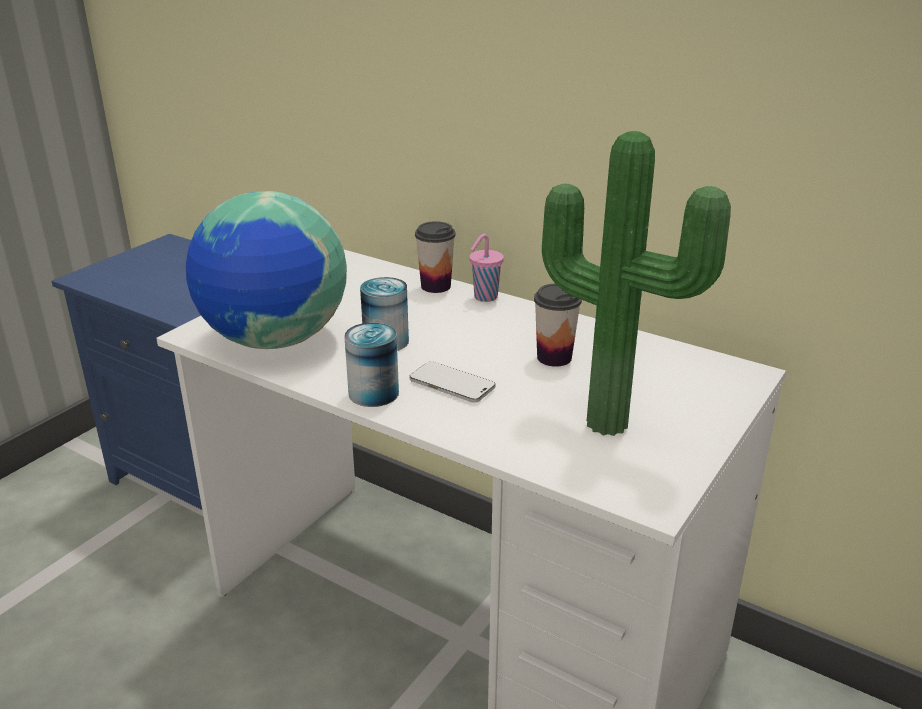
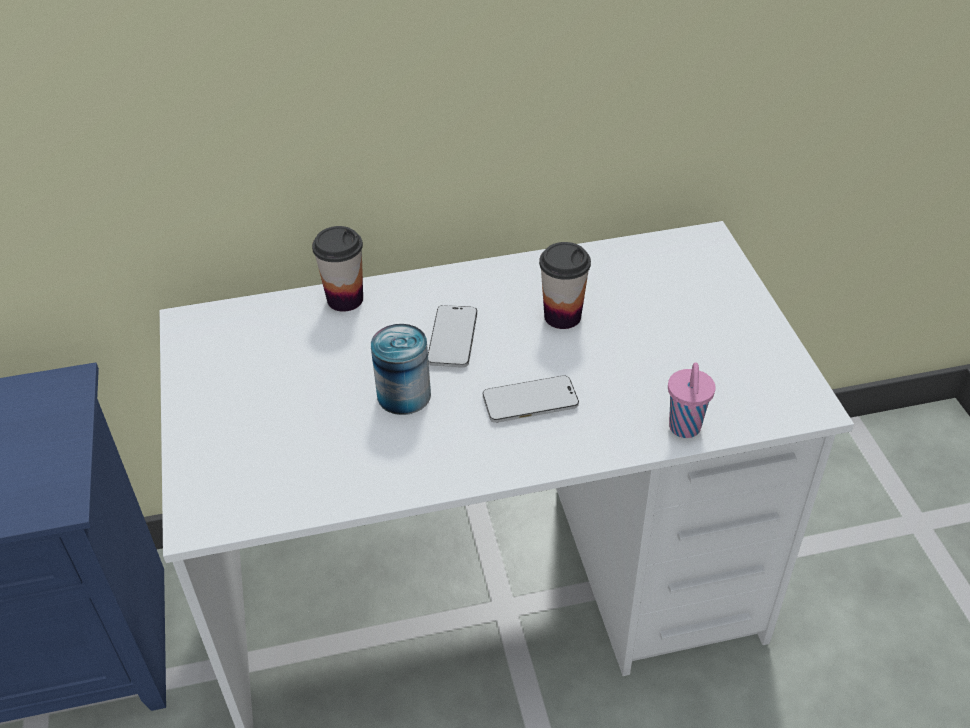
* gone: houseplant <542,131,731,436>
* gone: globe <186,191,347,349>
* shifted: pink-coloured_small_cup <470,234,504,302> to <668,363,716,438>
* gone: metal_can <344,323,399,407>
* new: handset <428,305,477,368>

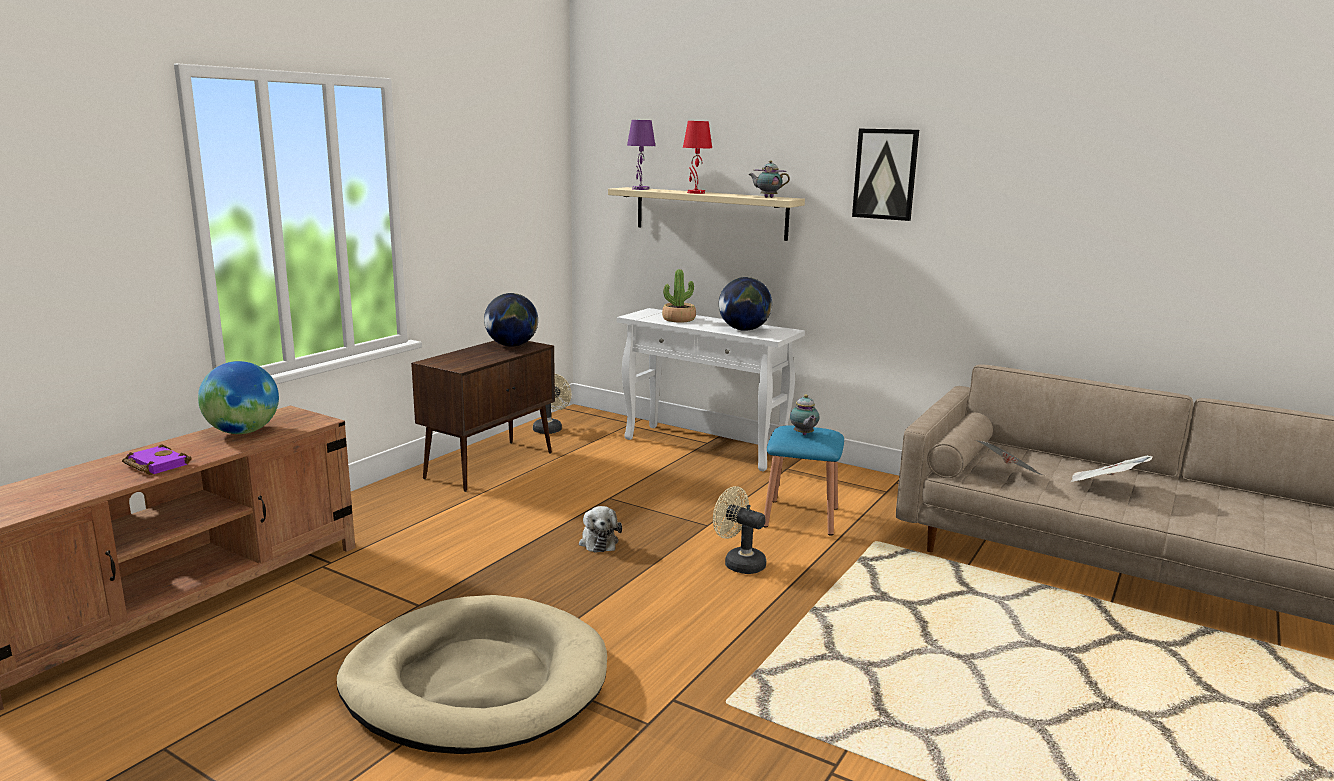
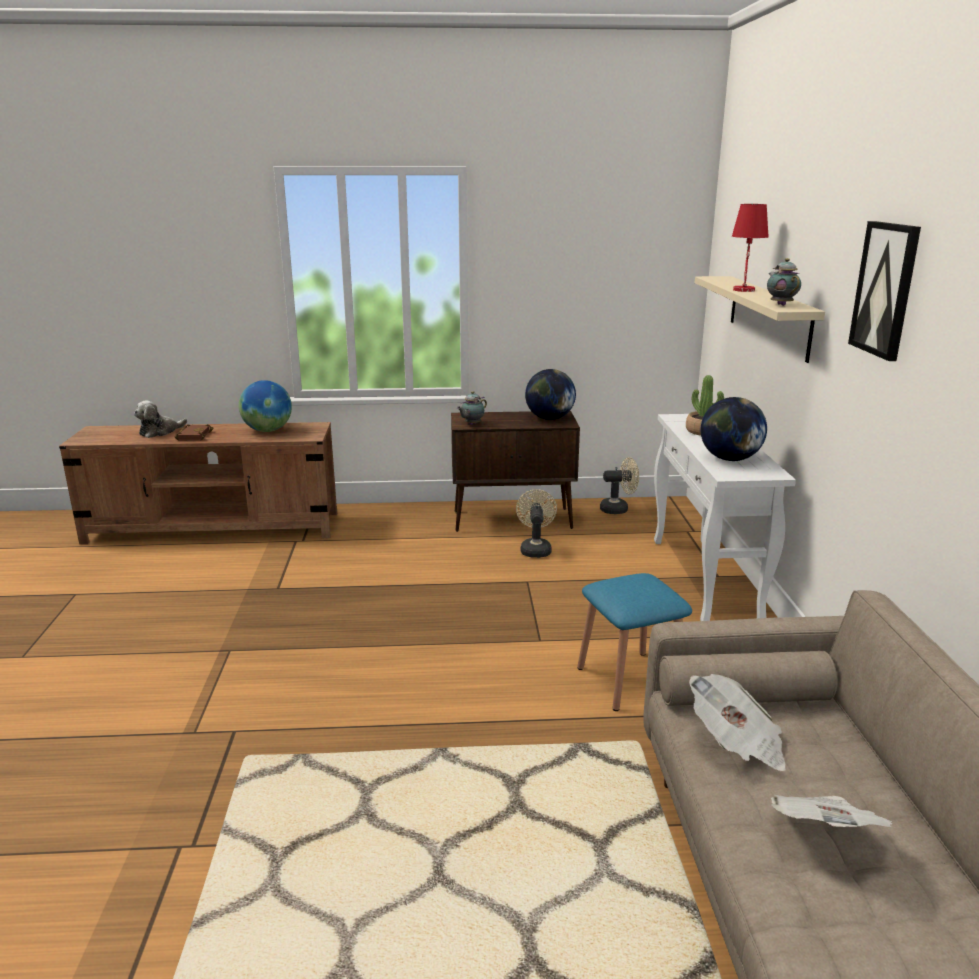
* gone: purplish_tabletop_lamp <627,120,655,190>
* shifted: teapot <790,394,819,435> to <457,391,487,425>
* repainted: purplish_volume <122,444,192,475> to brownish_volume <174,424,214,441>
* shifted: beige_cooling_fan <713,486,766,574> to <516,489,557,558>
* shifted: cuddly_toy <579,506,622,553> to <134,401,187,438>
* gone: beige_pet_bed <337,595,607,754>

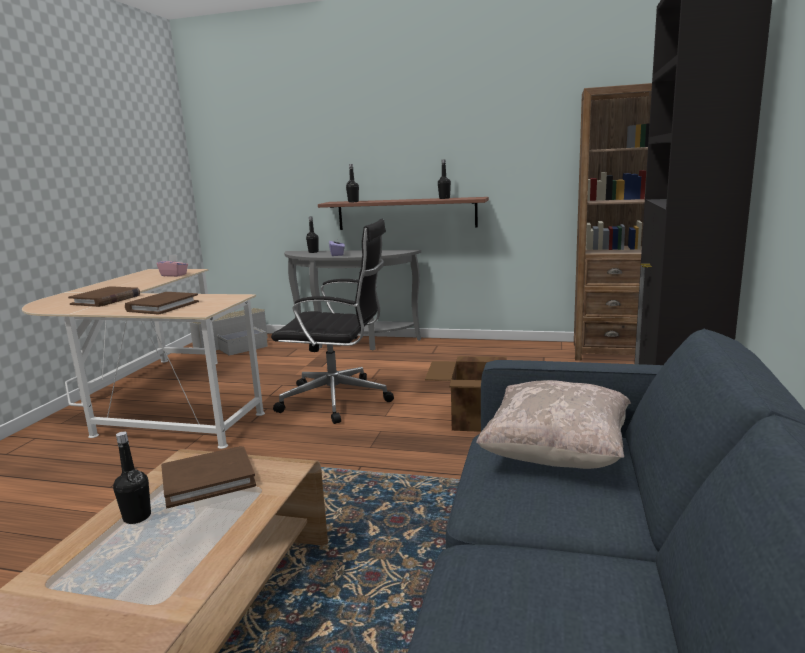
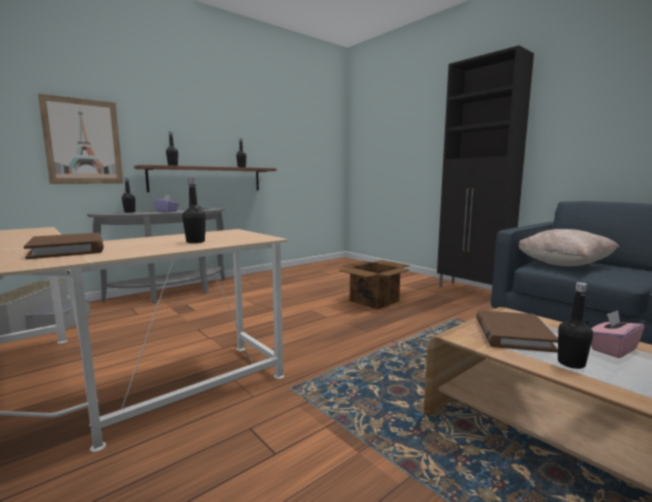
* gone: brownish_shelving_unit <574,83,652,361>
* gone: blackish_desk_chair <271,219,394,424>
* shifted: pink-coloured_tissue_box <157,255,188,277> to <591,310,644,358>
* swapped: brownish_volume <125,292,199,315> to blackish_beverage_bottle <182,178,206,243>
* new: wall_picture <38,94,123,184>

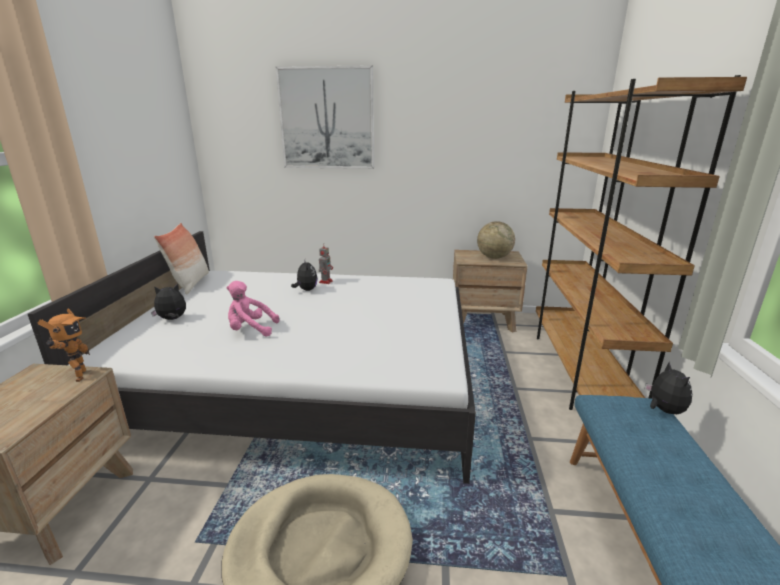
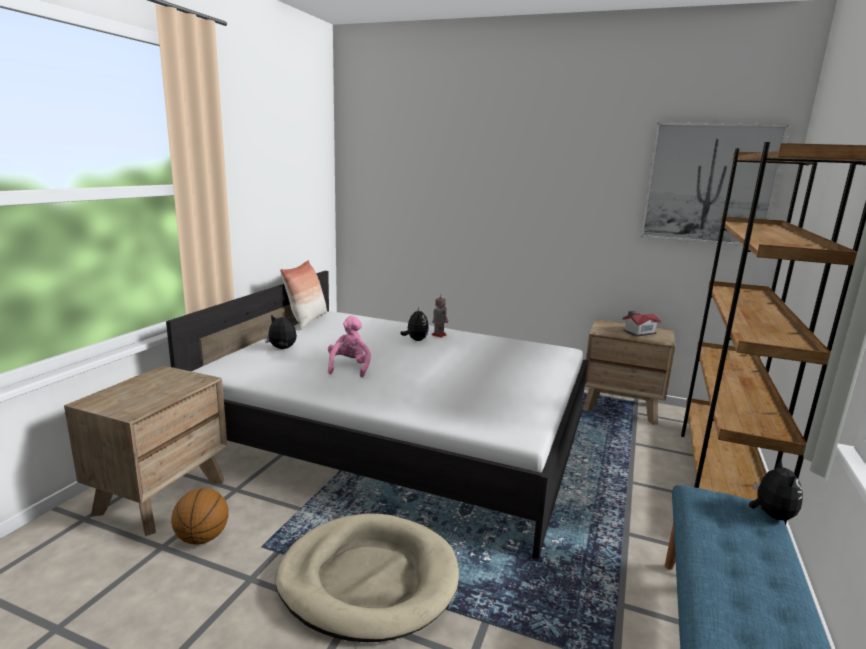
* shifted: wall_picture <276,65,374,169> to <641,122,790,246>
* swapped: globe <477,221,515,259> to toy_house <623,311,661,337>
* rotated: pink-coloured_cuddly_toy <227,281,279,337> = <328,316,371,377> 75 degrees clockwise
* gone: robot_figure <38,308,90,382>
* new: basketball <171,488,229,544>

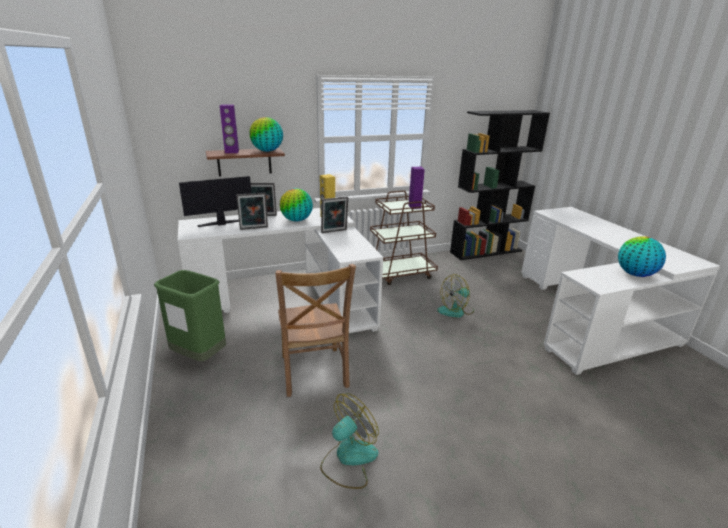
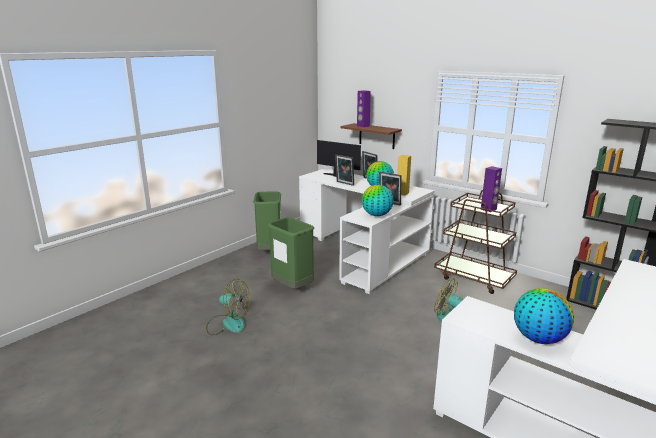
* shifted: globe <249,117,283,152> to <362,185,394,216>
* swapped: brownish_upright_chair <275,264,356,397> to green-coloured_rubbish_bin <268,217,314,289>

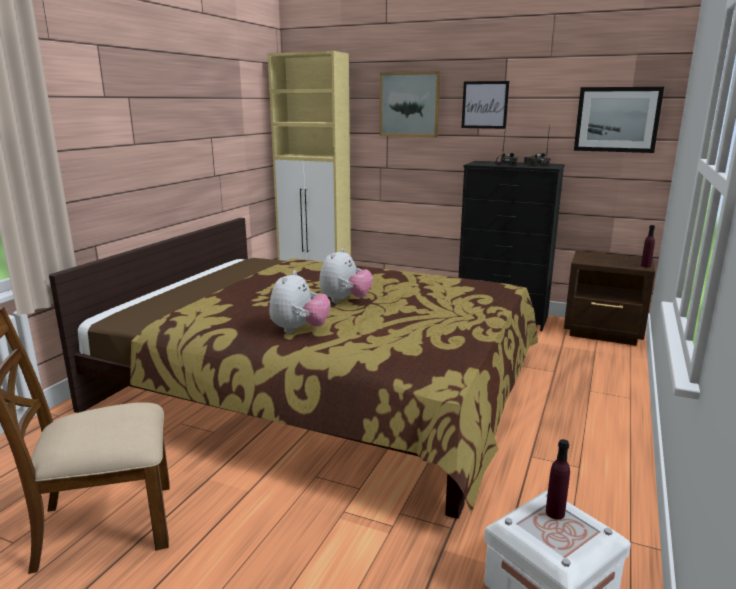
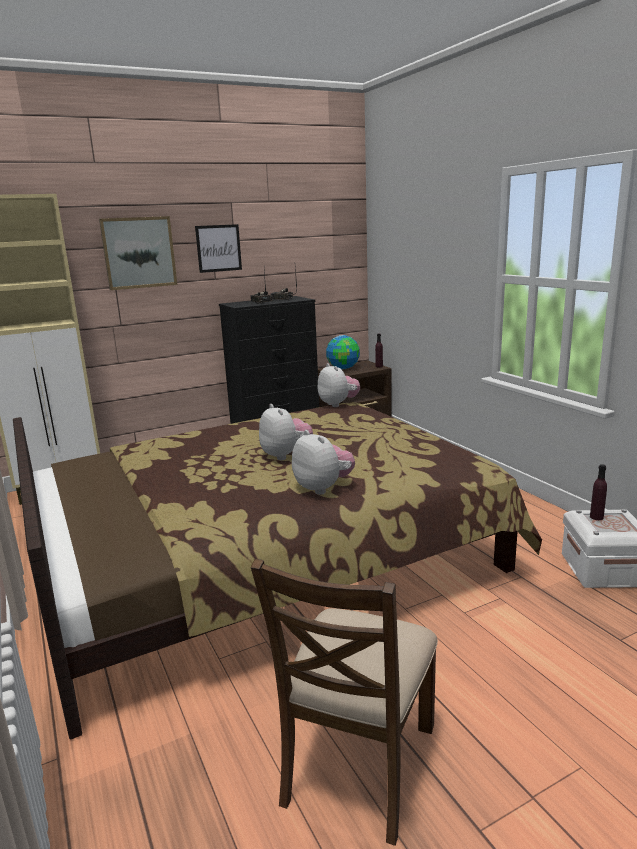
* gone: wall_picture <574,87,664,153>
* new: globe <326,335,360,369>
* new: cuddly_toy <318,363,360,407>

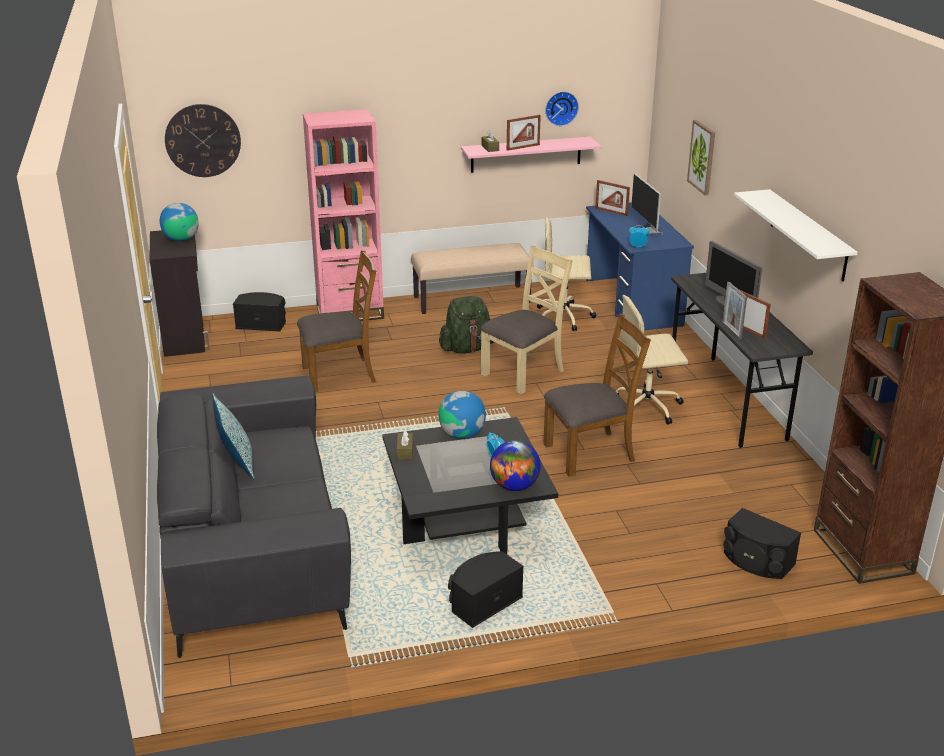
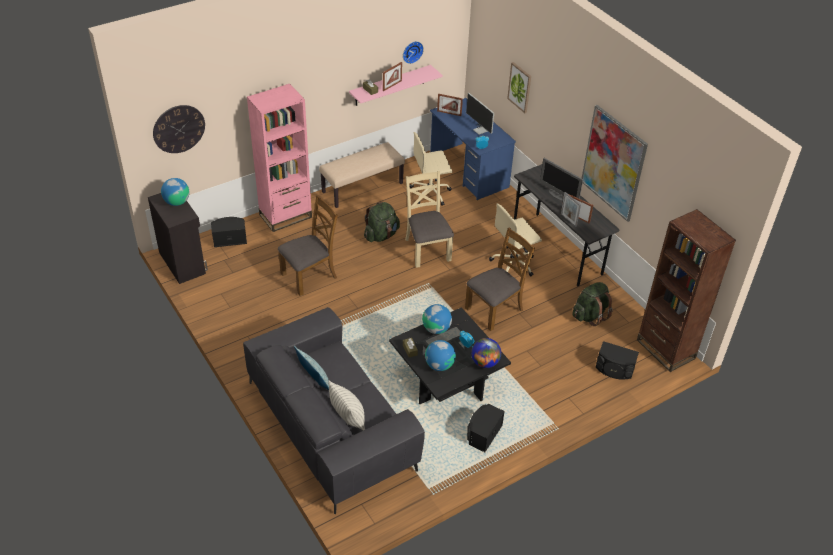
* swapped: white_shelf <734,189,858,281> to wall_picture <582,105,648,222>
* rotated: beige_upright_chair <480,245,573,394> = <405,171,454,268> 45 degrees counterclockwise
* new: green-coloured_knapsack <572,282,613,326>
* new: globe <425,340,456,371>
* new: cushion <328,381,365,430>

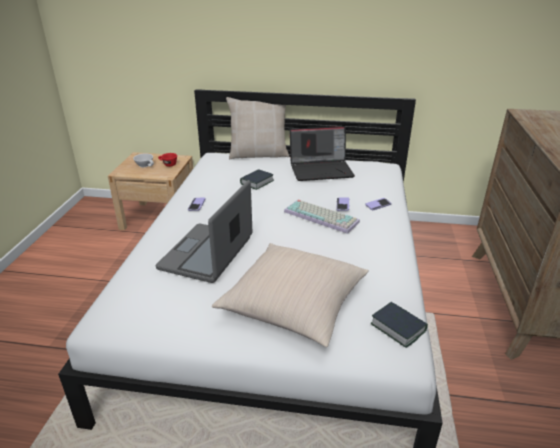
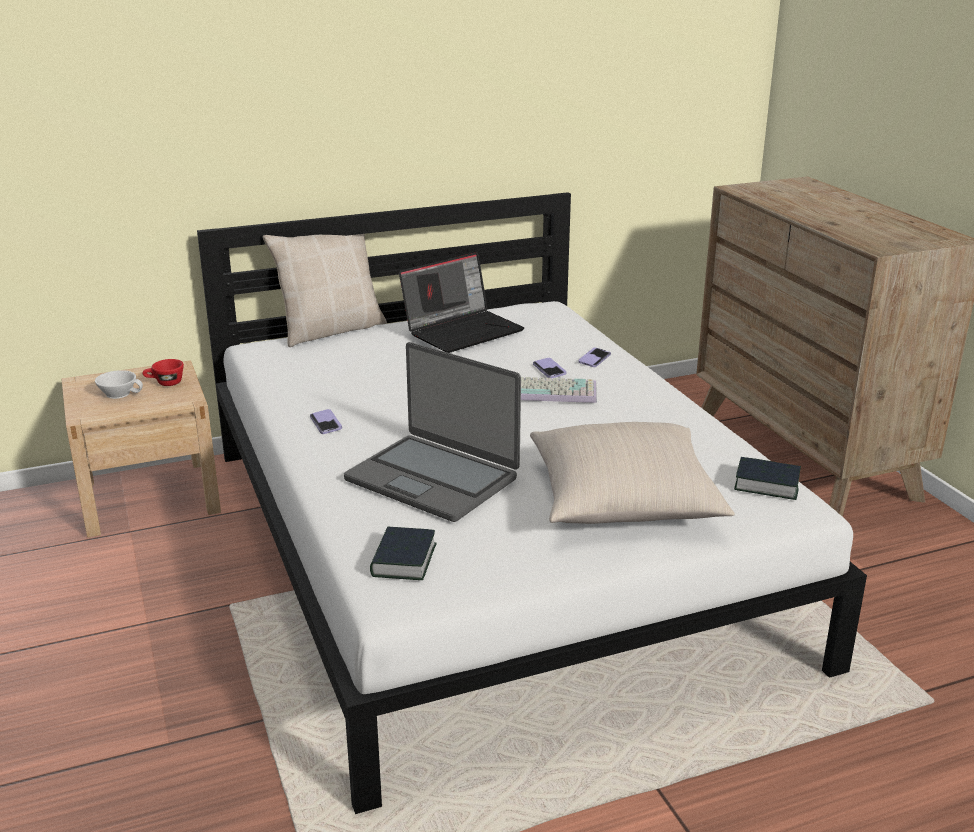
* shifted: volume <240,169,274,190> to <370,527,437,580>
* rotated: laptop <156,180,252,283> = <344,342,521,522> 45 degrees counterclockwise

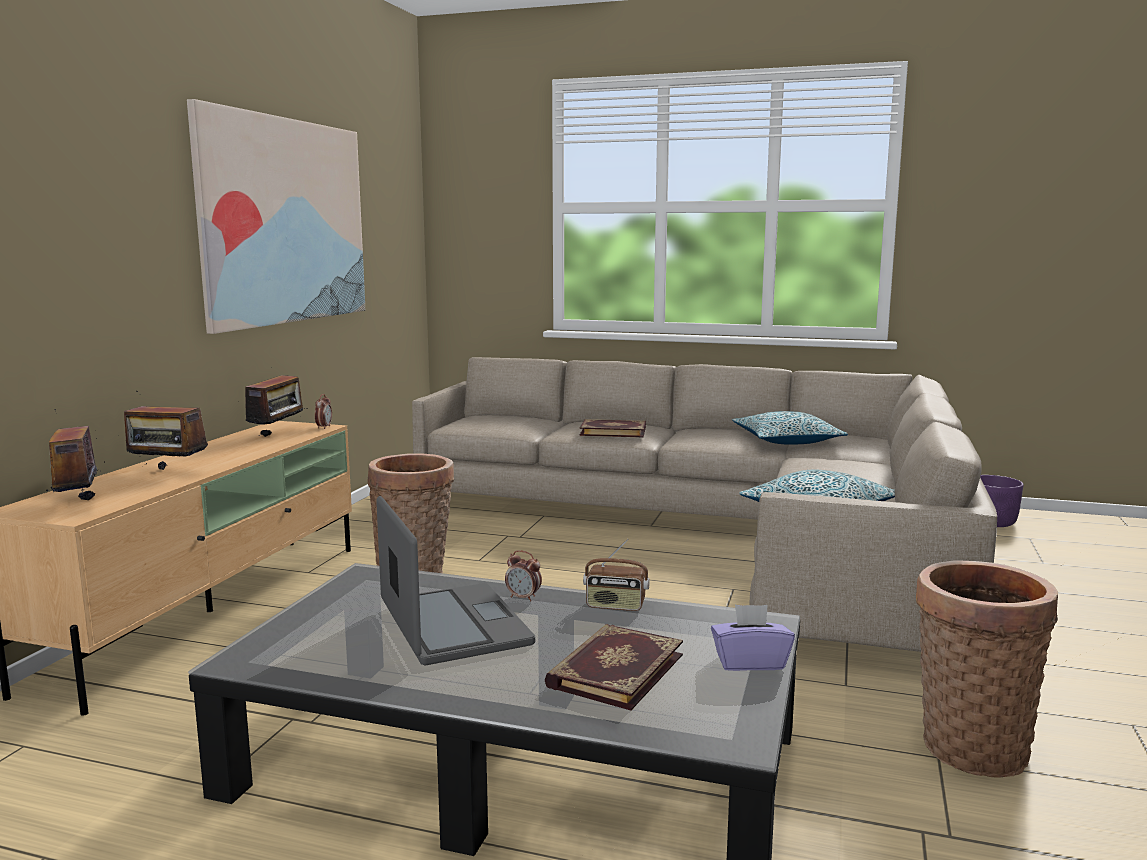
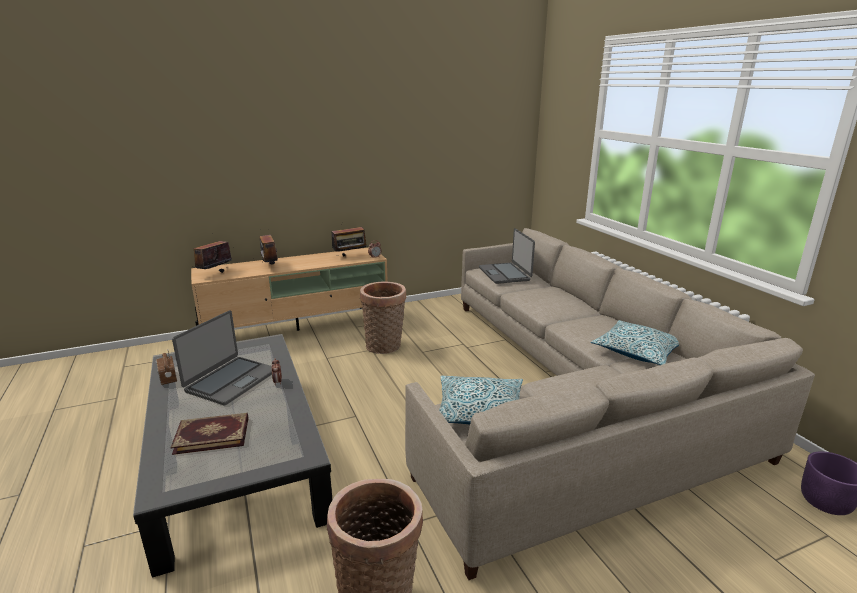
* gone: wall_picture <187,99,365,334>
* gone: volume <580,419,646,437>
* shifted: radio_receiver <583,539,650,611> to <156,351,177,385>
* gone: purplish_tissue_box <711,605,795,671>
* new: laptop <479,228,535,284>

